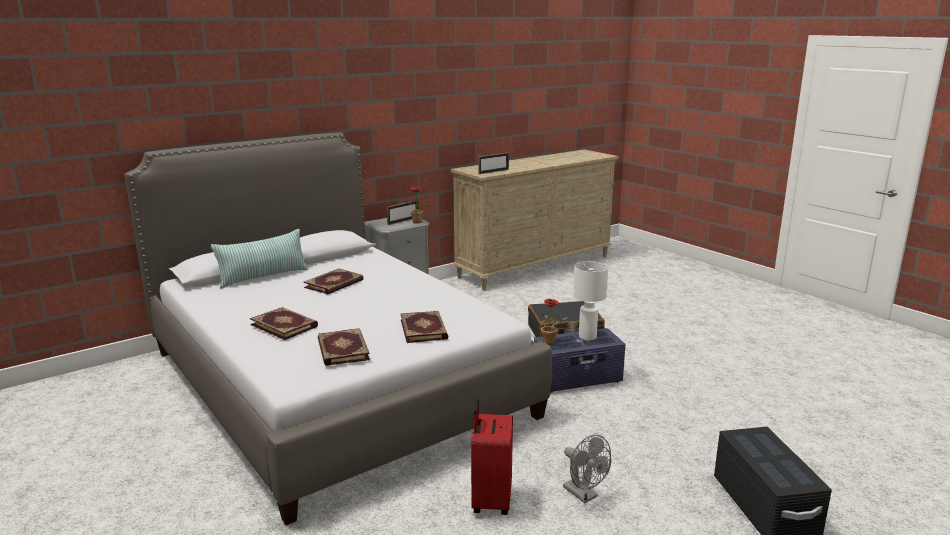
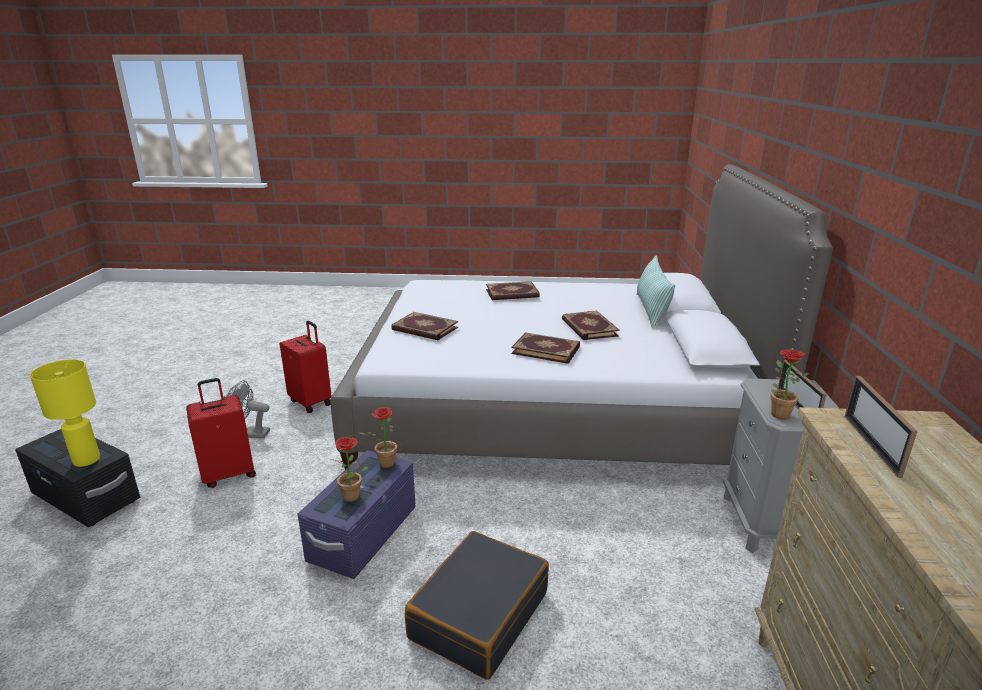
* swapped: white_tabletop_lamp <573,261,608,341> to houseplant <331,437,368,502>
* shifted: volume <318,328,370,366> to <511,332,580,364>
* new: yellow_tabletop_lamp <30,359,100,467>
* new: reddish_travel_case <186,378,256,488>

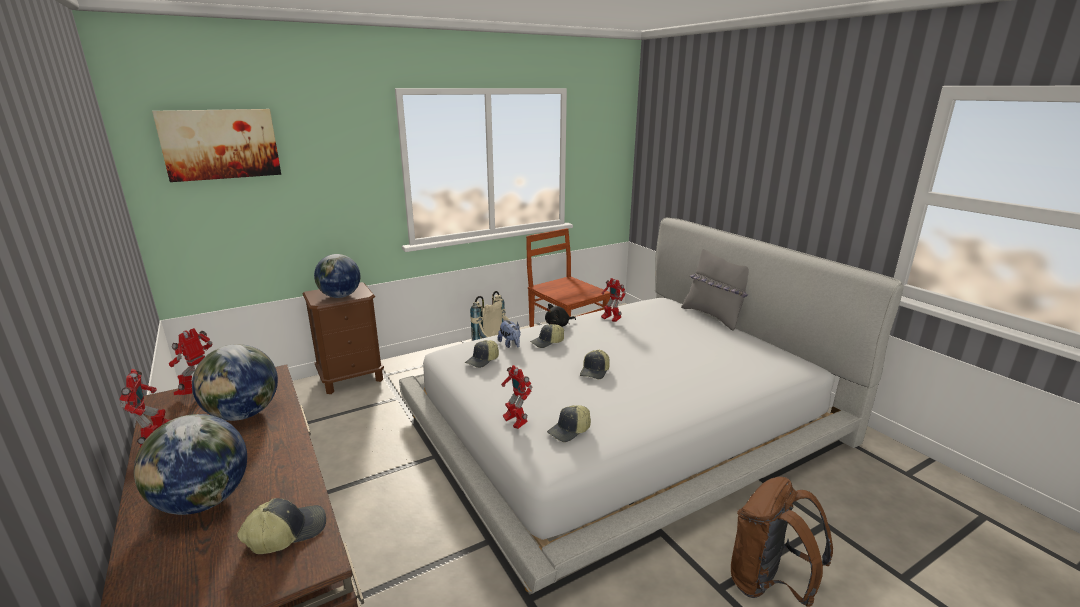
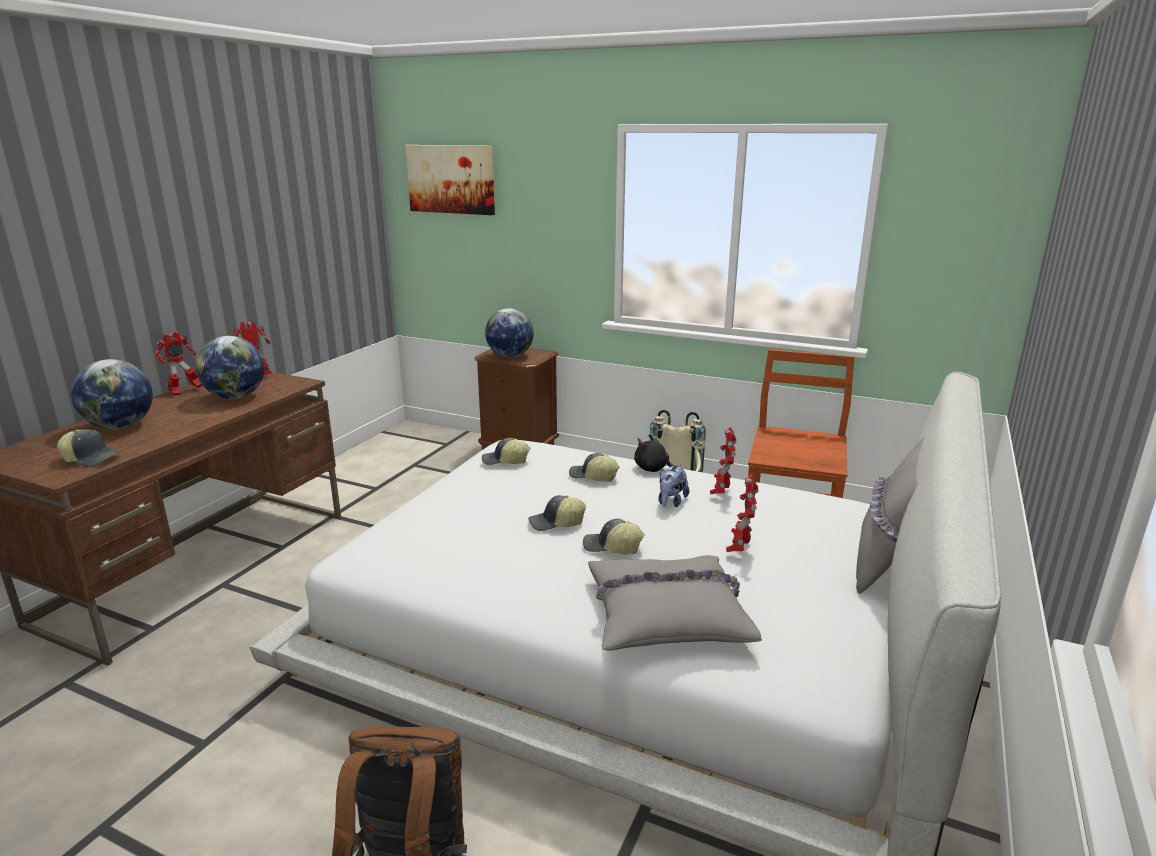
* shifted: cuddly_toy <498,319,520,348> to <659,464,689,507>
* shifted: robot_figure <501,365,532,429> to <726,475,758,552>
* shifted: baseball_cap <547,405,591,442> to <583,519,645,554>
* new: gray_cushion <588,555,762,650>

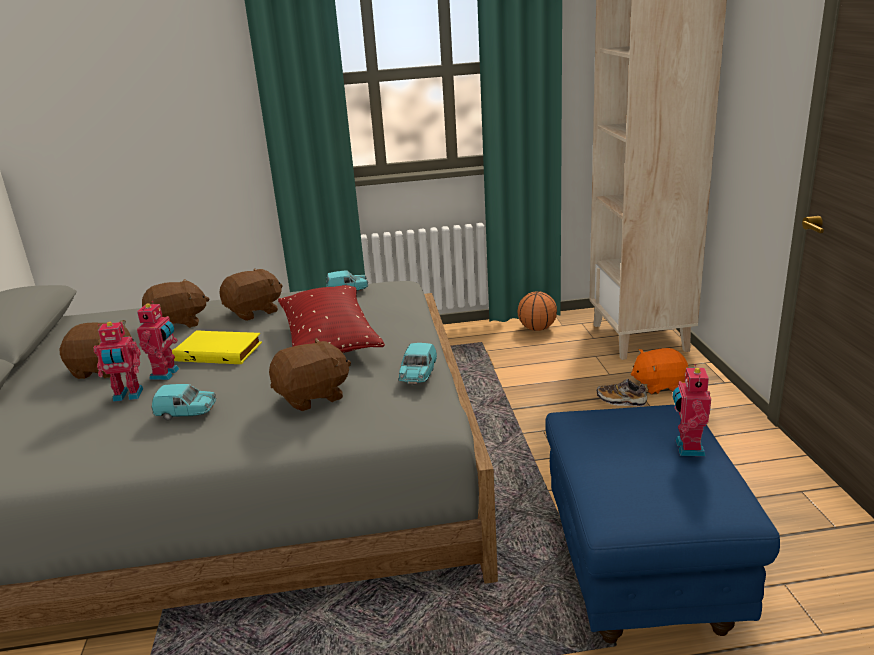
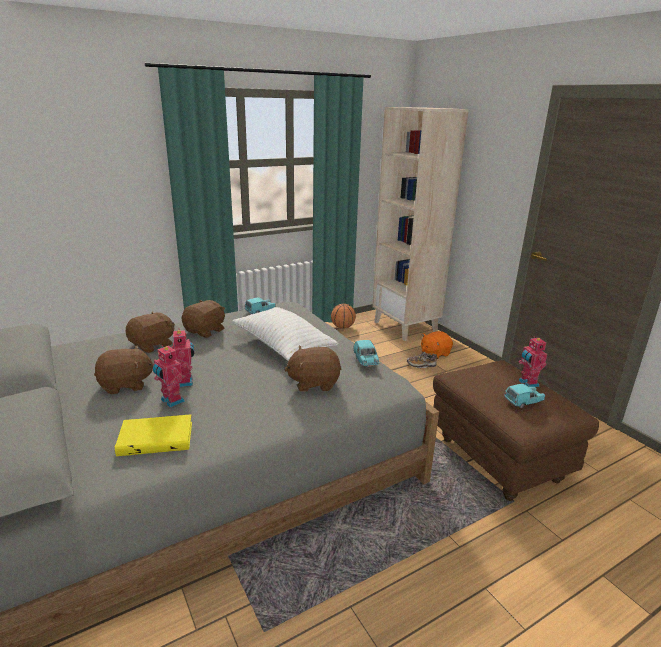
* repainted: reddish_cushion <278,285,385,353> to white_cushion <232,307,338,361>
* rotated: robot_figure <93,322,143,402> = <153,345,185,407> 75 degrees clockwise
* shifted: yellow_volume <172,330,262,364> to <115,414,192,456>
* rotated: brownish_cuddly_toy <269,338,351,411> = <284,346,341,392> 135 degrees counterclockwise
* shifted: turquoise_model_car <151,384,216,421> to <504,384,545,408>
* repainted: blue-coloured_pouffe <545,405,780,643> to brownish_pouffe <433,360,599,501>

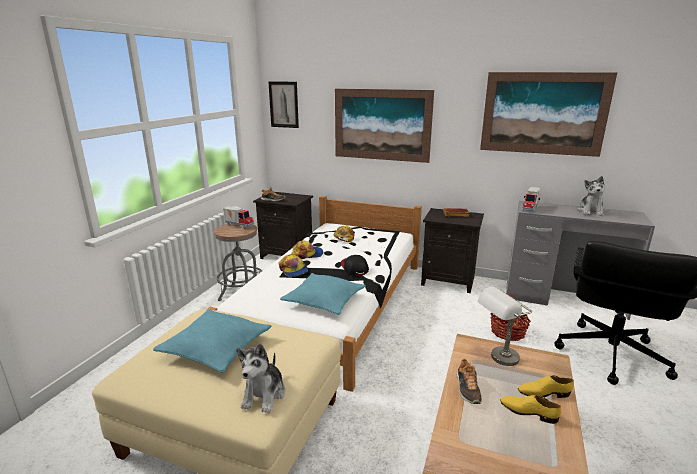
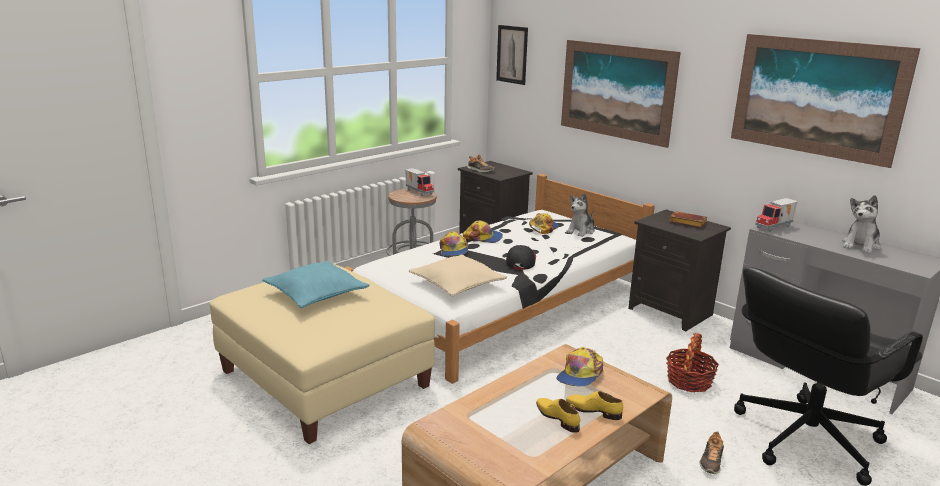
* repainted: turquoise_cushion <280,273,366,315> to beige_cushion <409,255,507,296>
* swapped: gray_tabletop_lamp <478,287,532,366> to baseball_cap <556,347,603,386>
* shifted: cuddly_toy <236,343,285,413> to <566,193,595,237>
* shifted: item_of_footwear <457,359,482,404> to <699,431,724,474>

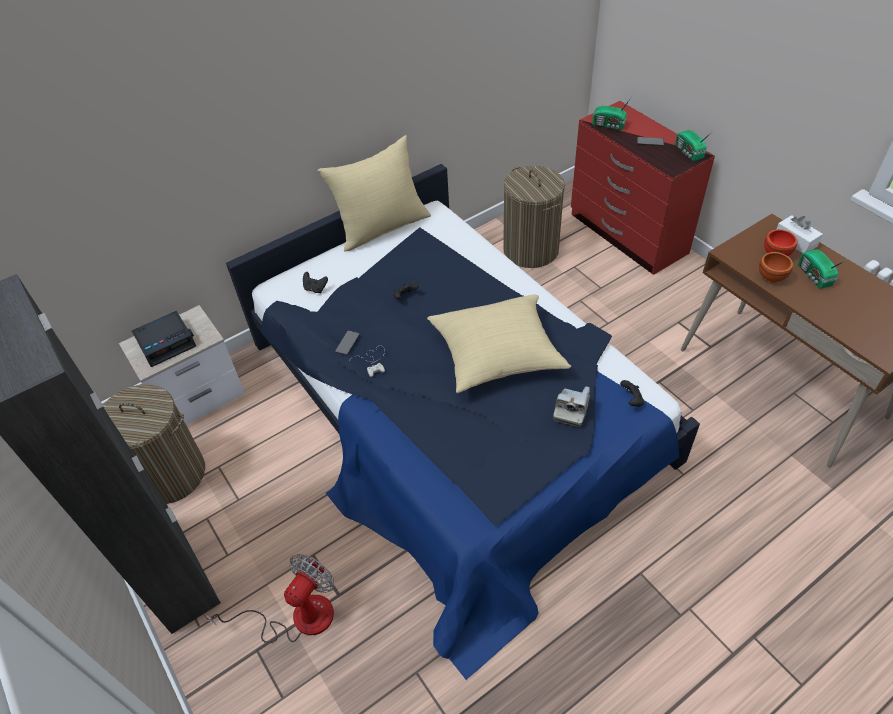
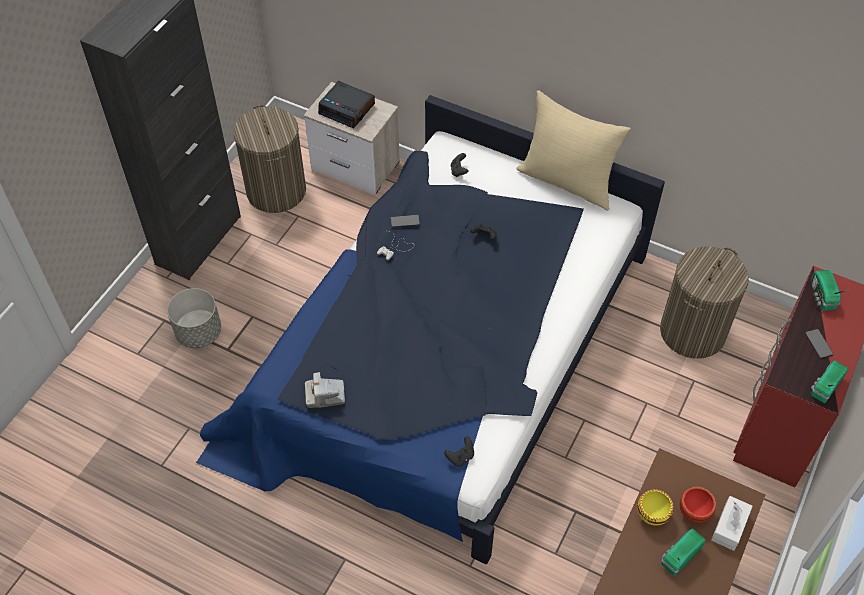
* repainted: brownish_deep_dish <759,252,793,283> to yellow_deep_dish <637,489,674,526>
* gone: beige_cushion <427,295,571,393>
* shifted: still_camera <553,387,590,427> to <305,372,345,408>
* swapped: cooling_fan <203,554,335,643> to gray_flower_pot <167,288,221,348>

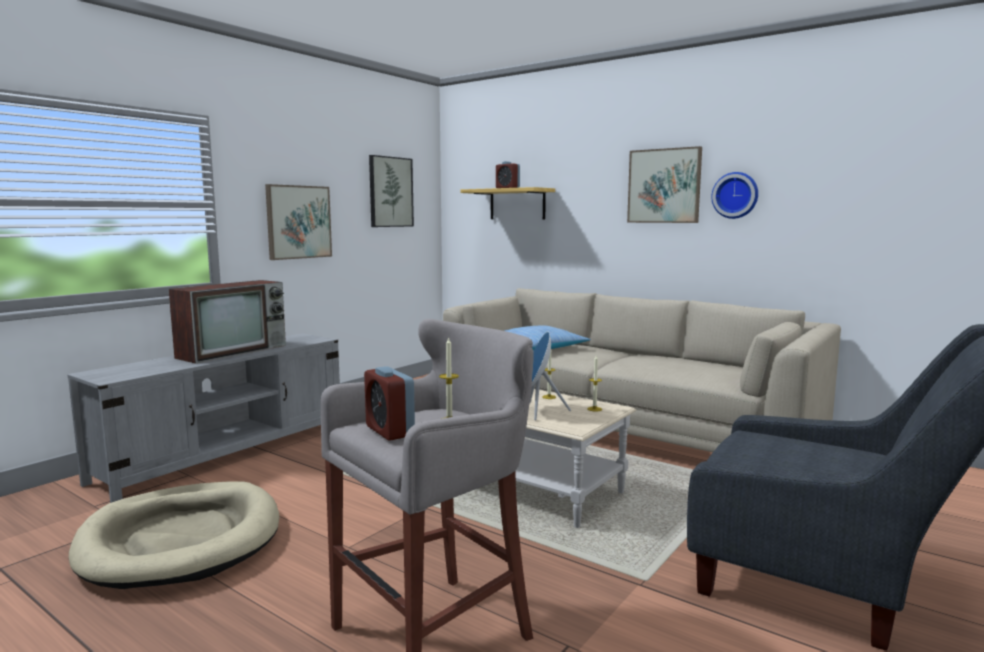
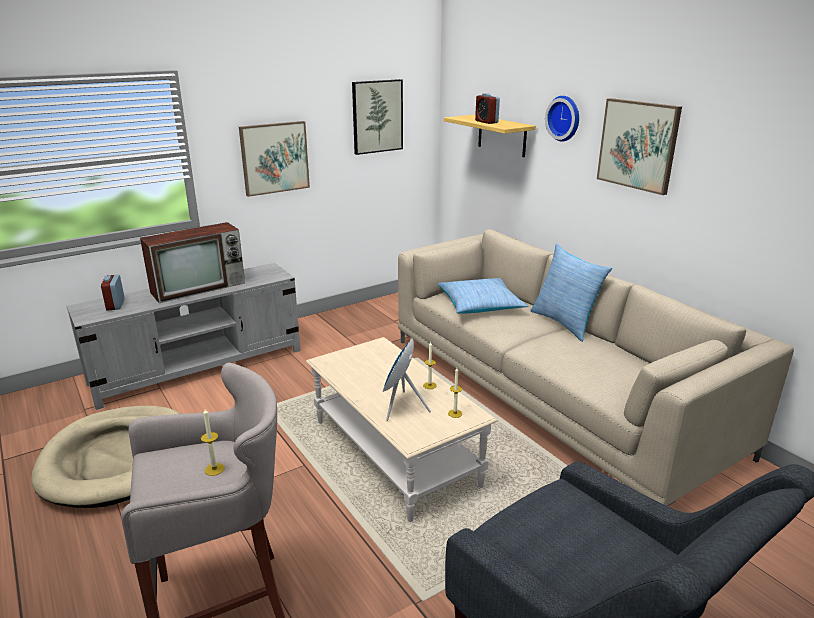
* shifted: wall_clock <711,172,758,219> to <545,96,579,142>
* shifted: alarm_clock <364,366,415,441> to <101,275,125,311>
* new: cushion <530,243,612,342>

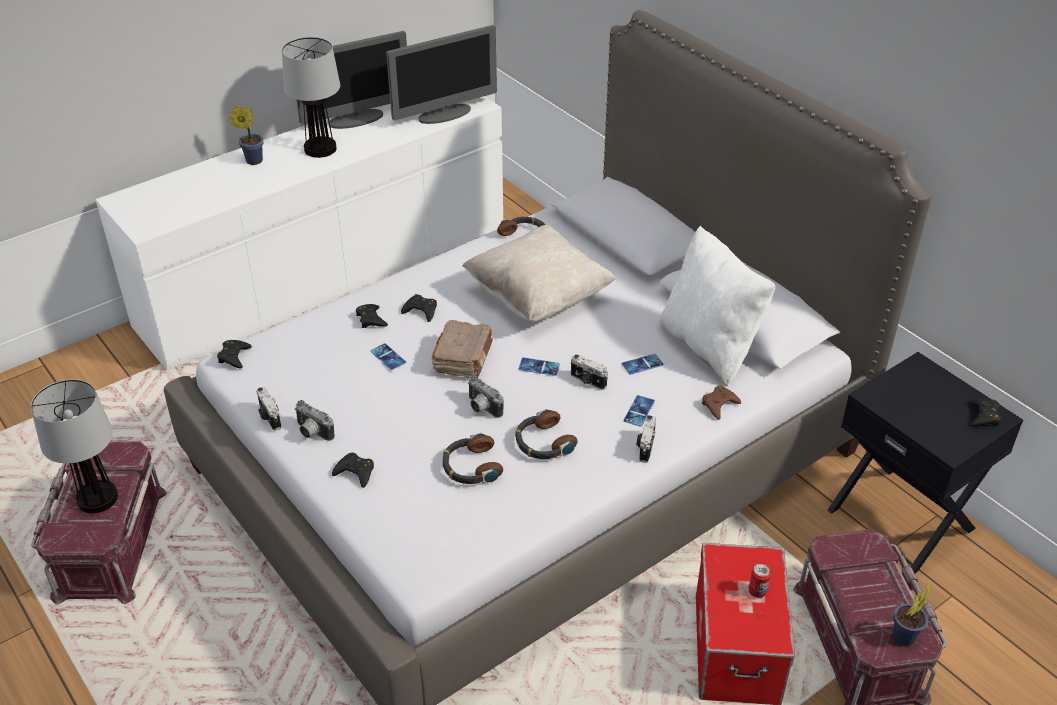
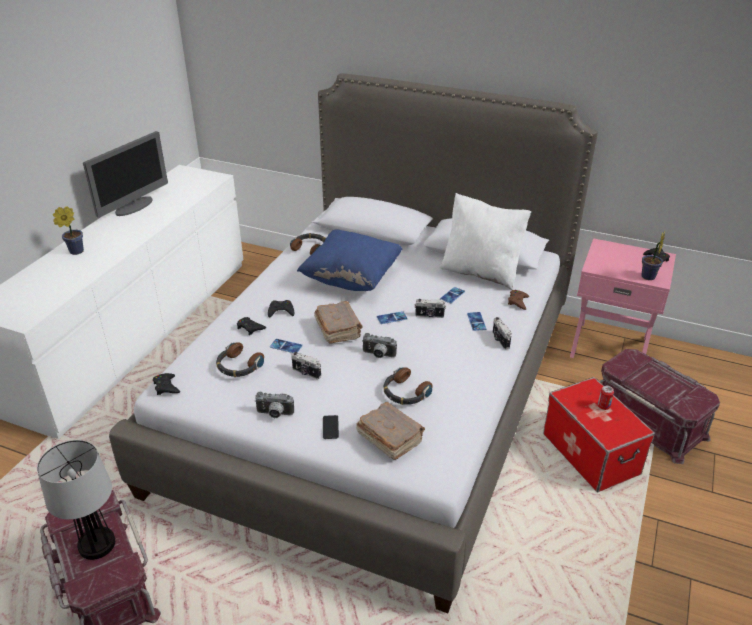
* gone: computer_display <386,25,497,124>
* gone: tabletop_lamp <282,37,340,158>
* repainted: beige_cushion <462,225,615,322> to blue-coloured_cushion <297,229,403,291>
* repainted: blackish_nightstand <827,352,1023,573> to pink-coloured_nightstand <570,238,676,358>
* shifted: still_camera <256,387,282,431> to <291,352,321,379>
* shifted: pair_of_headphones <515,409,578,459> to <216,342,264,377>
* swapped: blackish_gamepad <332,453,374,488> to handset <323,415,339,439>
* shifted: houseplant <893,584,932,646> to <642,232,665,280>
* new: brownish_volume <356,402,425,460>

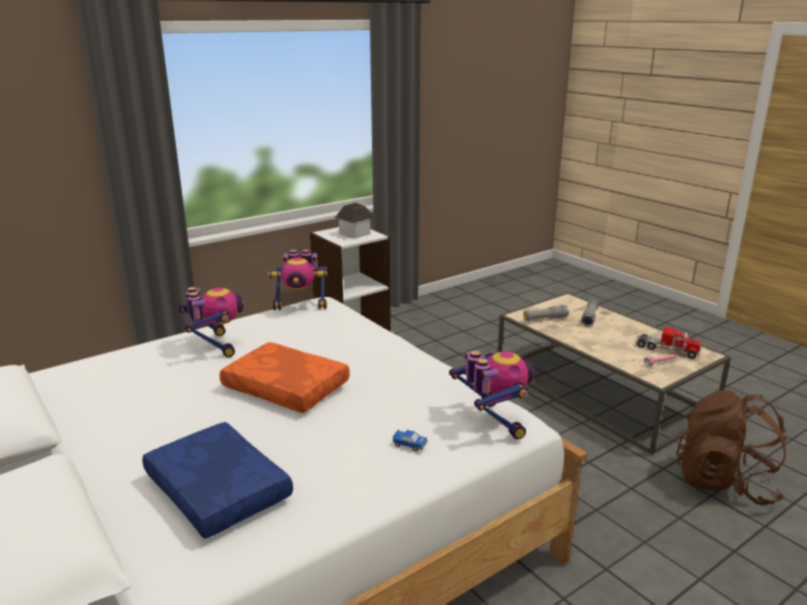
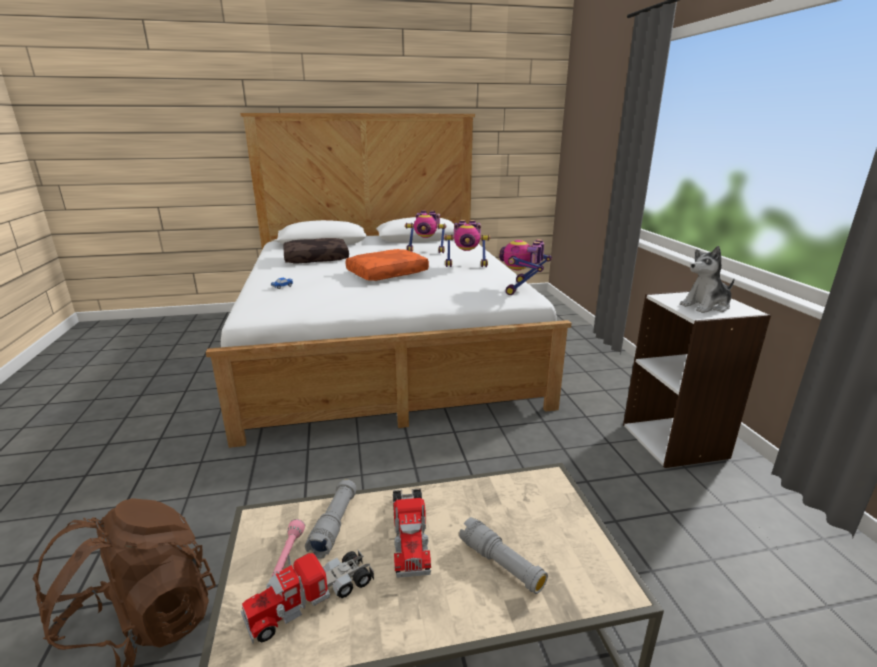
* swapped: toy_house <335,202,375,239> to cuddly_toy <680,246,735,313>
* shifted: gray_flashlight <523,305,569,321> to <305,479,357,559>
* shifted: robot_figure <449,350,534,440> to <405,210,446,253>
* repainted: blue-coloured_cushion <142,422,293,539> to brownish_cushion <283,238,349,264>
* new: toy_truck <393,488,431,578>

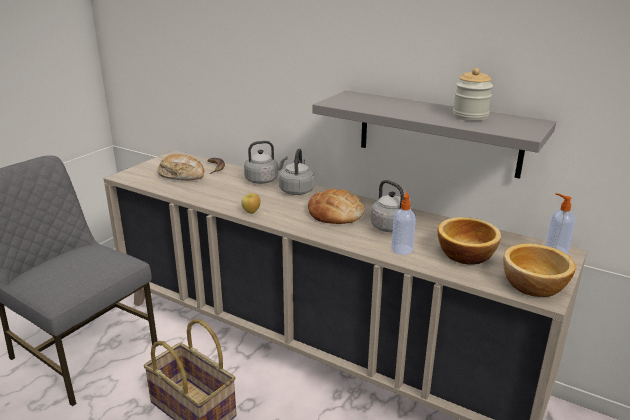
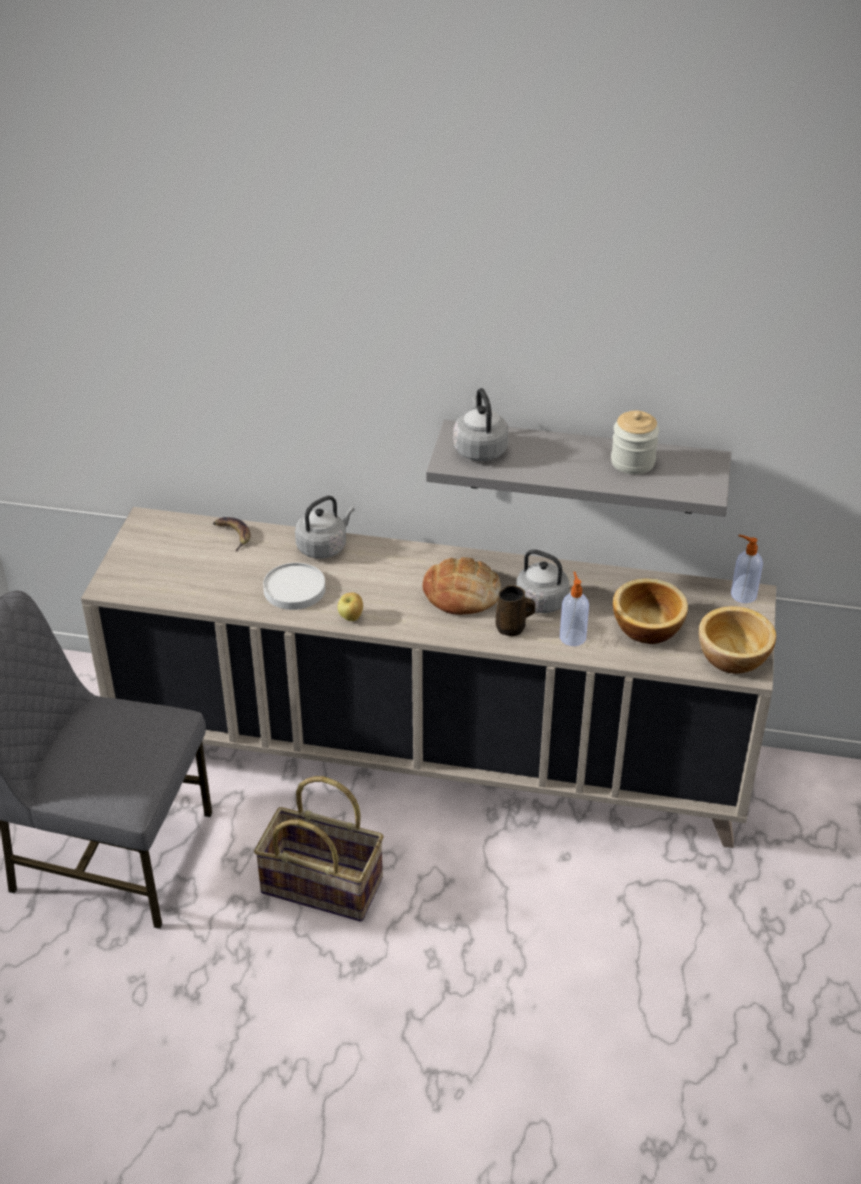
* shifted: gray_kettle <279,148,314,195> to <453,388,509,461>
* gone: bakery_bread <158,154,204,180>
* new: white_dinner_plate <263,563,326,610>
* new: brownish_tea_mug <496,585,535,636>

